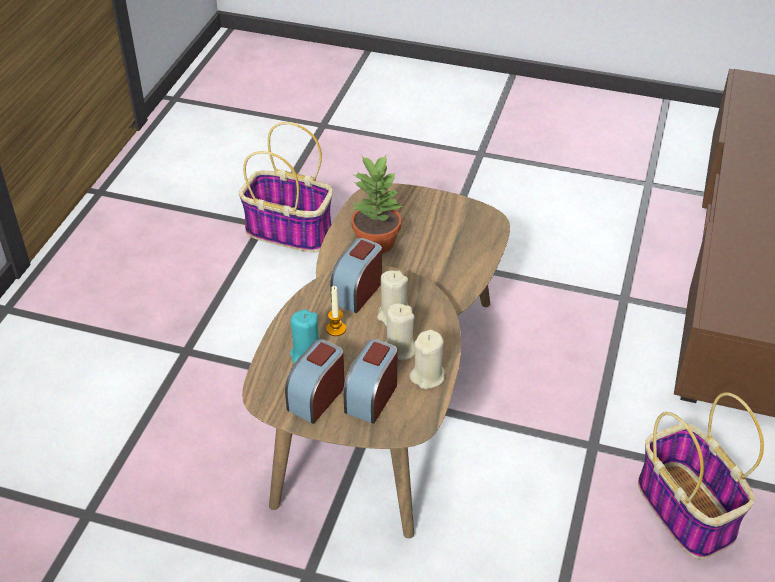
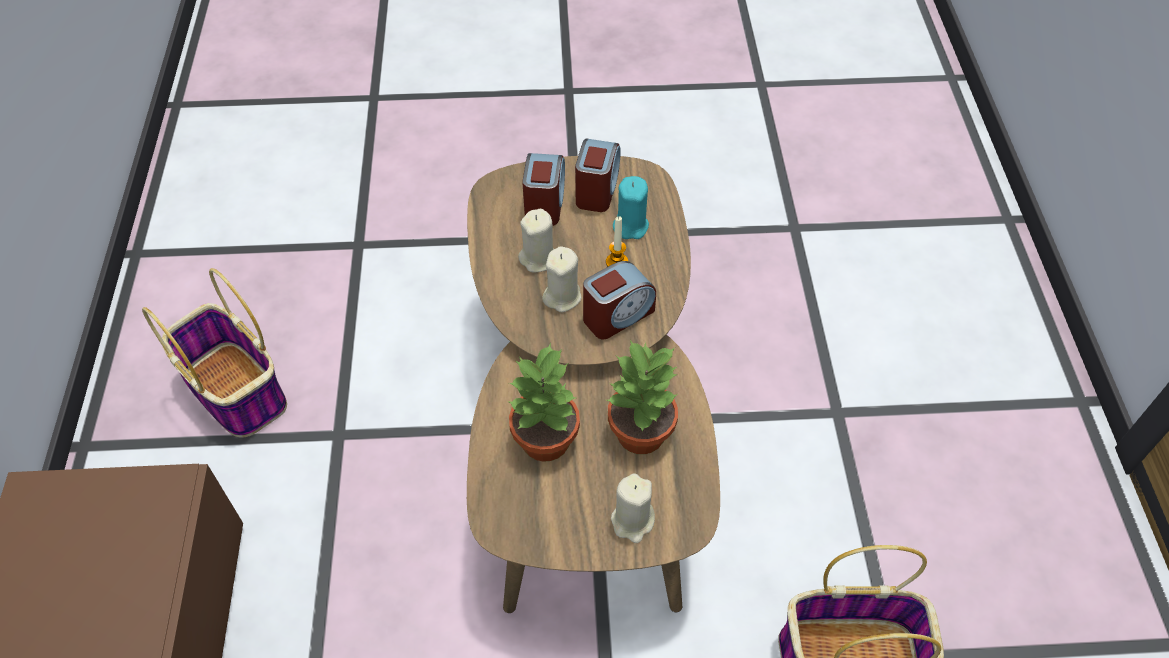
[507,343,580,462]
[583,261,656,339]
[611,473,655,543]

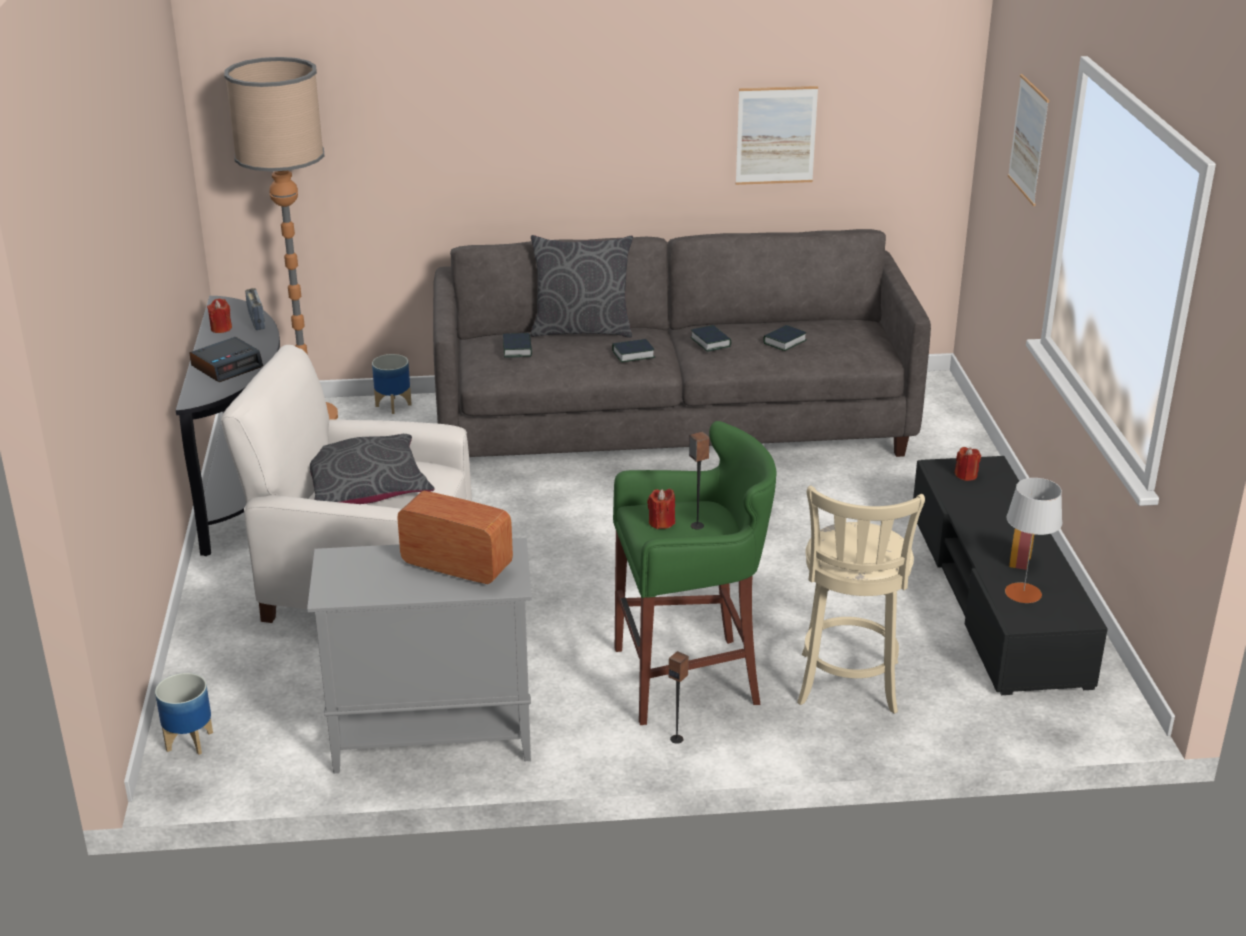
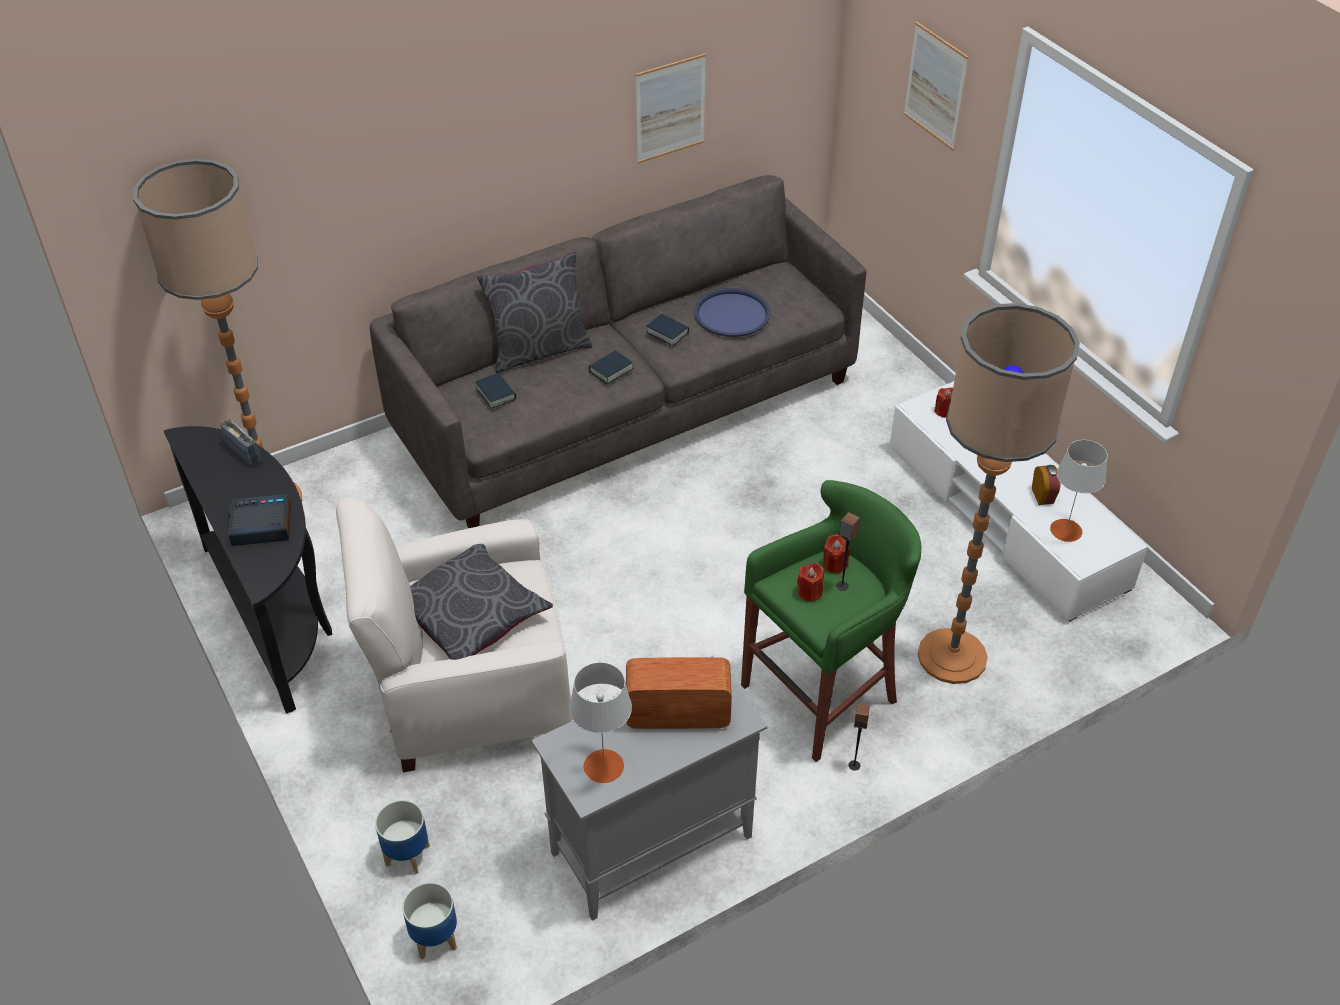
[228,494,291,546]
[375,800,430,874]
[570,662,632,783]
[694,288,771,337]
[823,534,850,574]
[890,381,1148,622]
[918,303,1080,684]

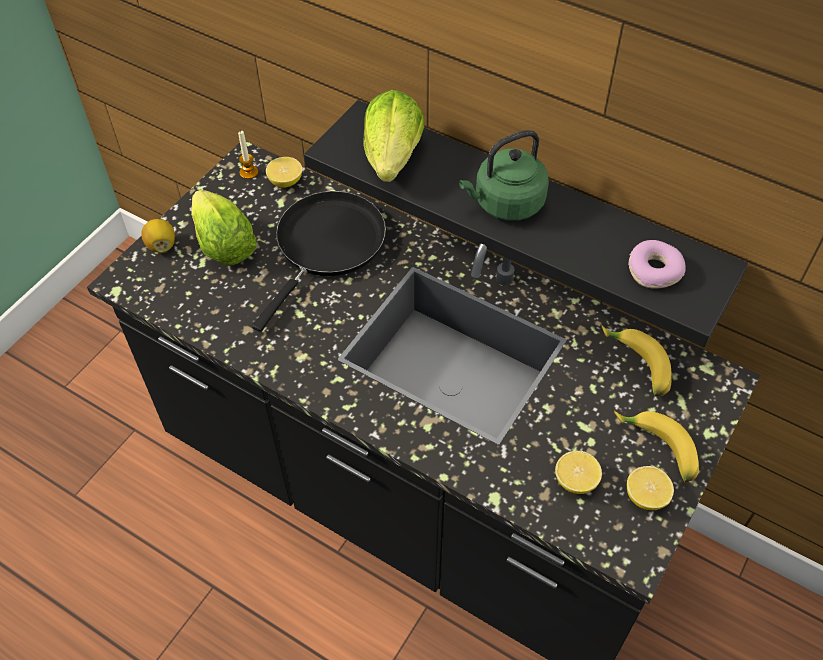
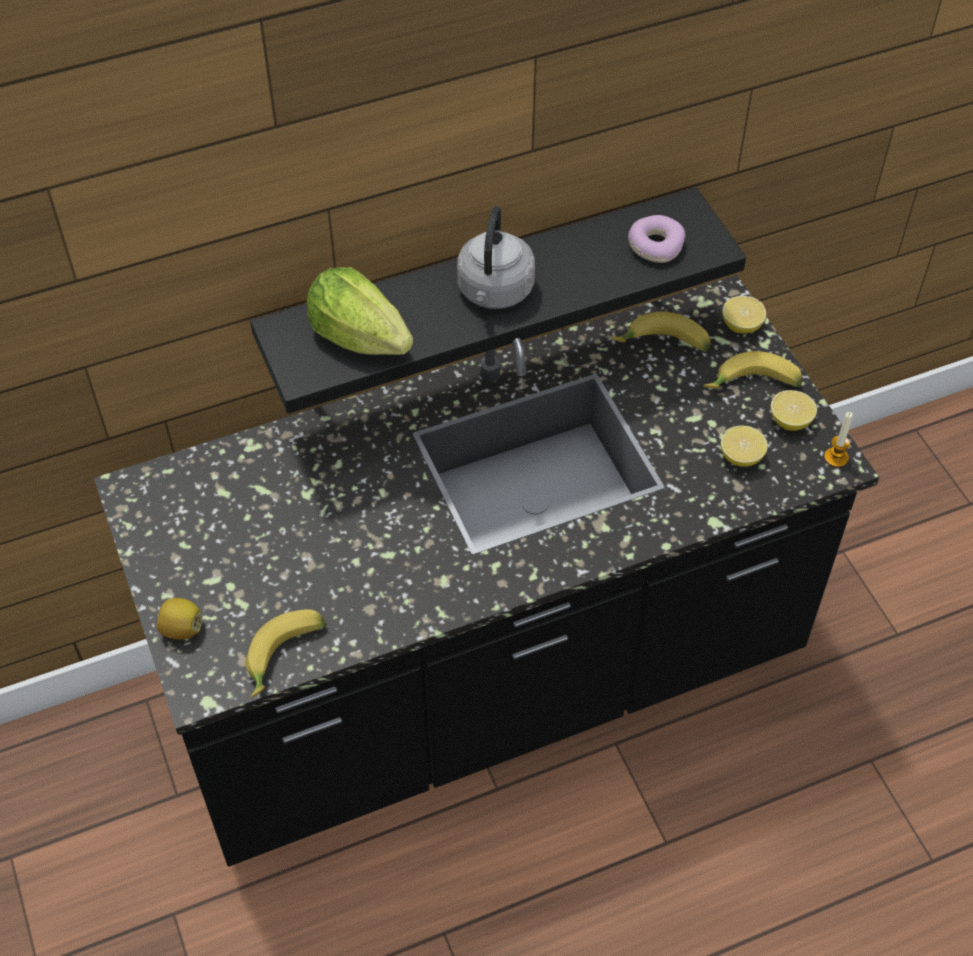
[245,609,326,698]
[457,206,535,309]
[722,296,766,333]
[824,412,853,467]
[191,190,256,265] (first image)
[252,191,386,332] (first image)

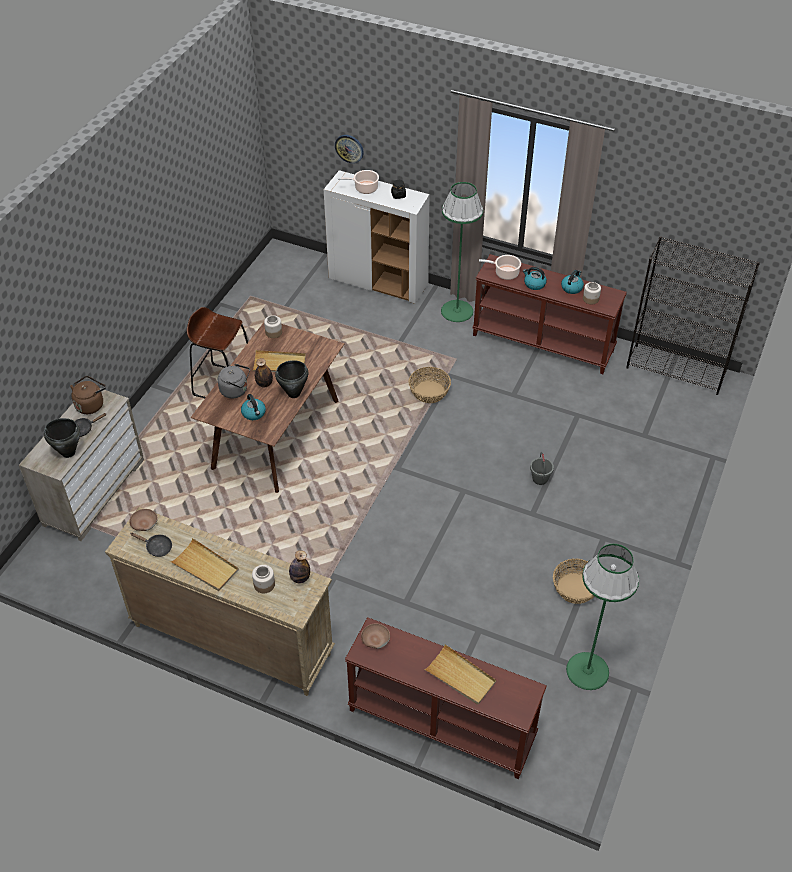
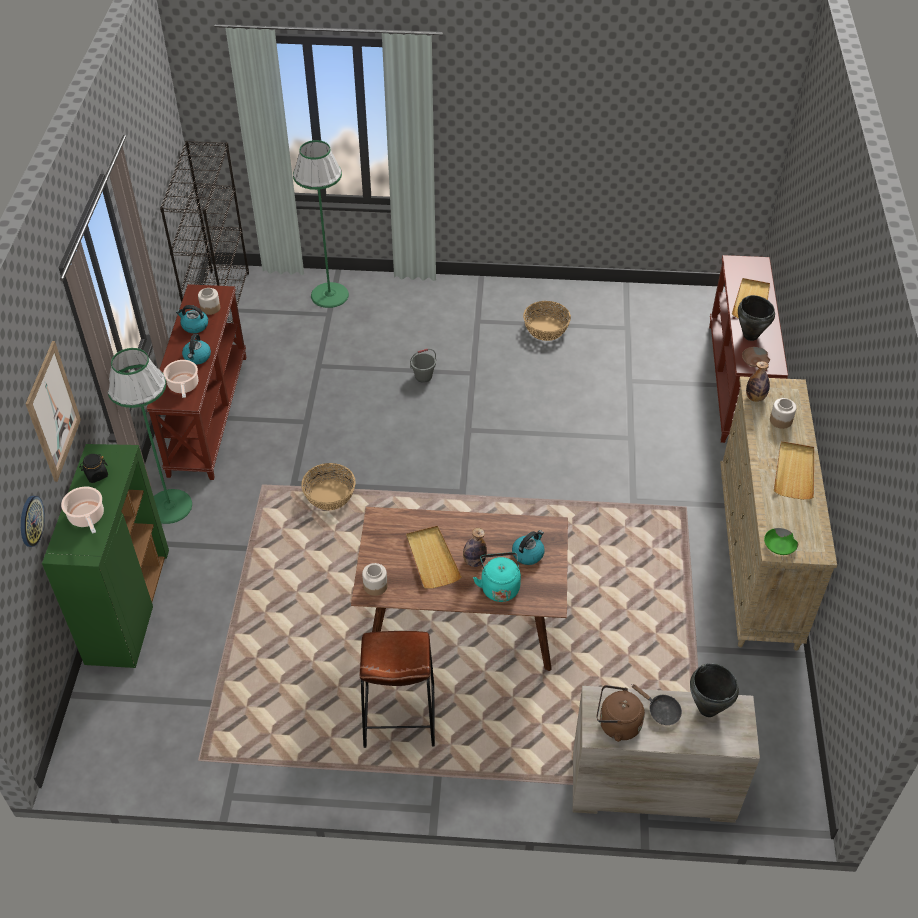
[26,341,81,482]
[42,444,169,668]
[293,140,349,308]
[473,552,521,602]
[738,295,775,341]
[764,528,798,555]
[131,532,172,557] (first image)

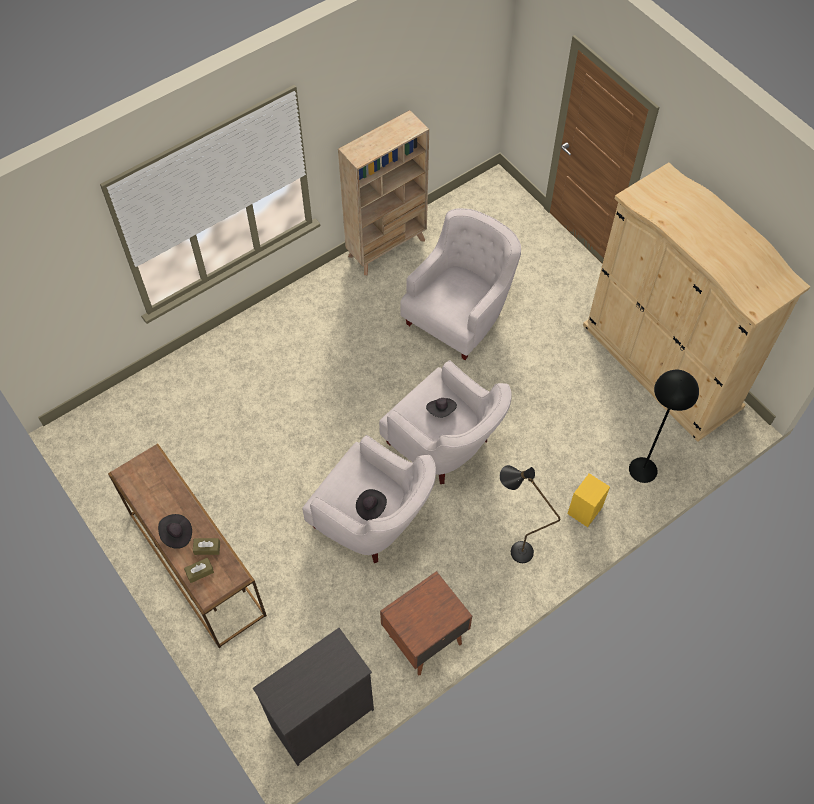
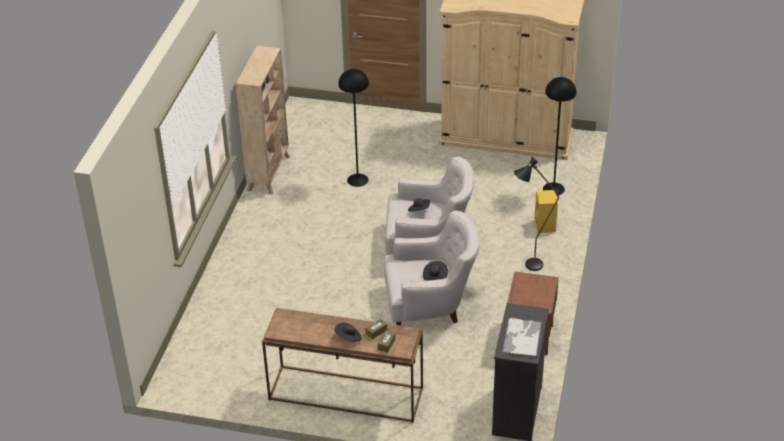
[338,69,369,187]
[502,317,542,358]

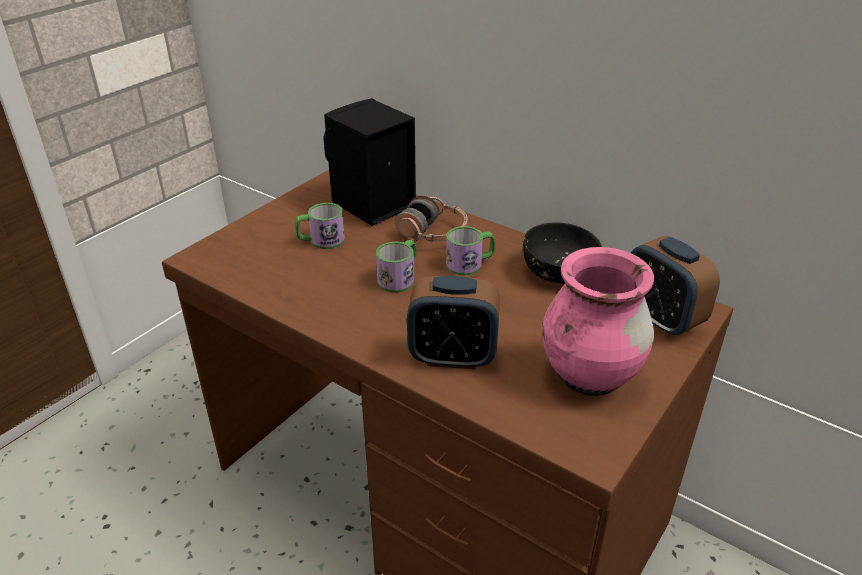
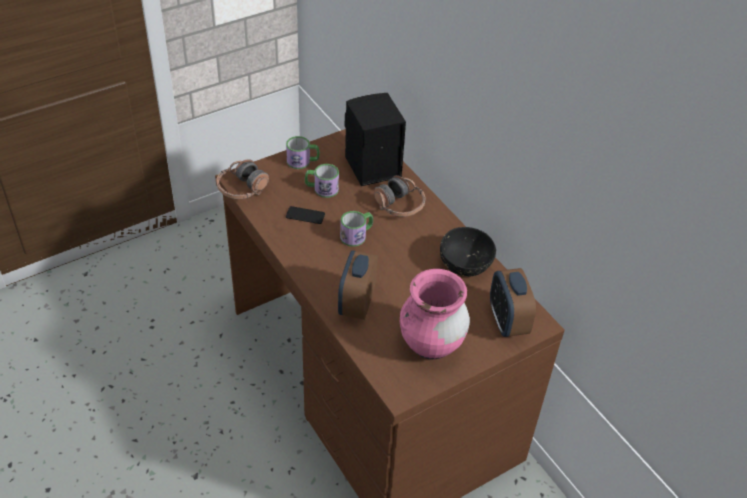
[216,159,269,199]
[286,136,320,169]
[286,206,325,224]
[338,251,377,320]

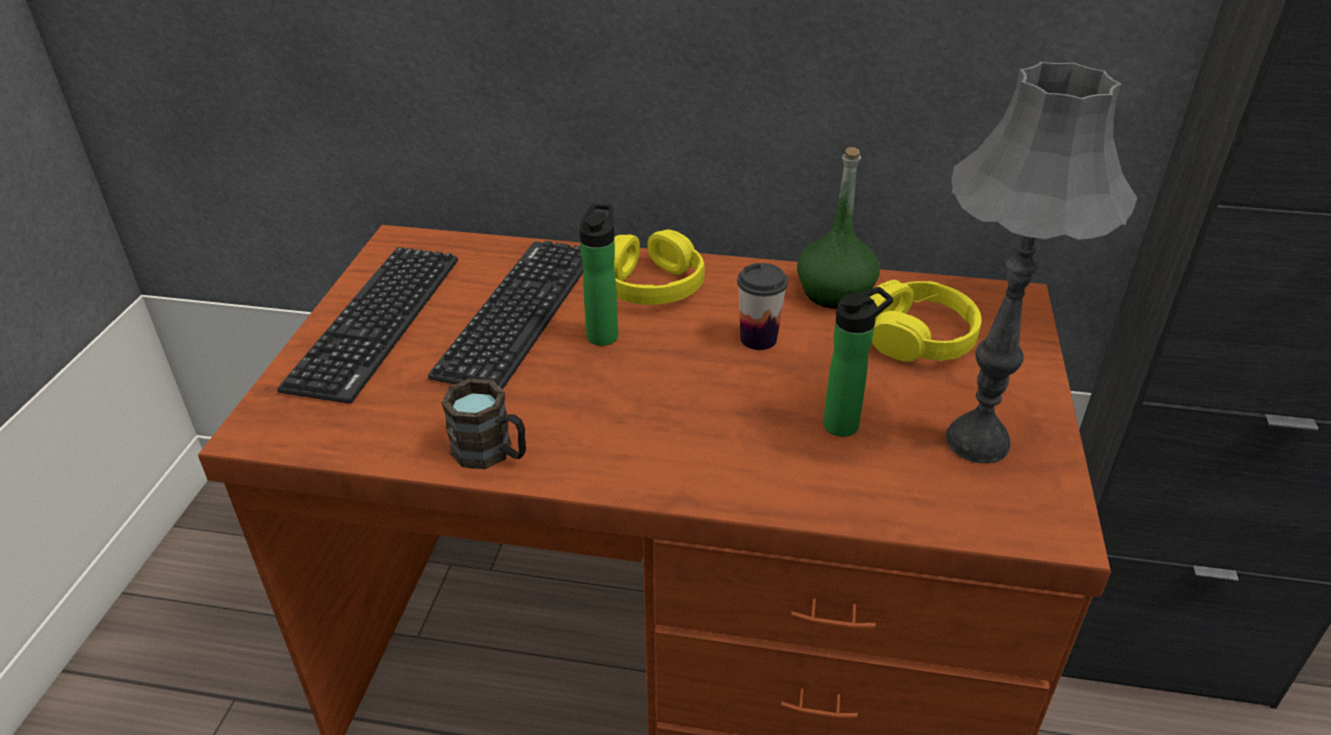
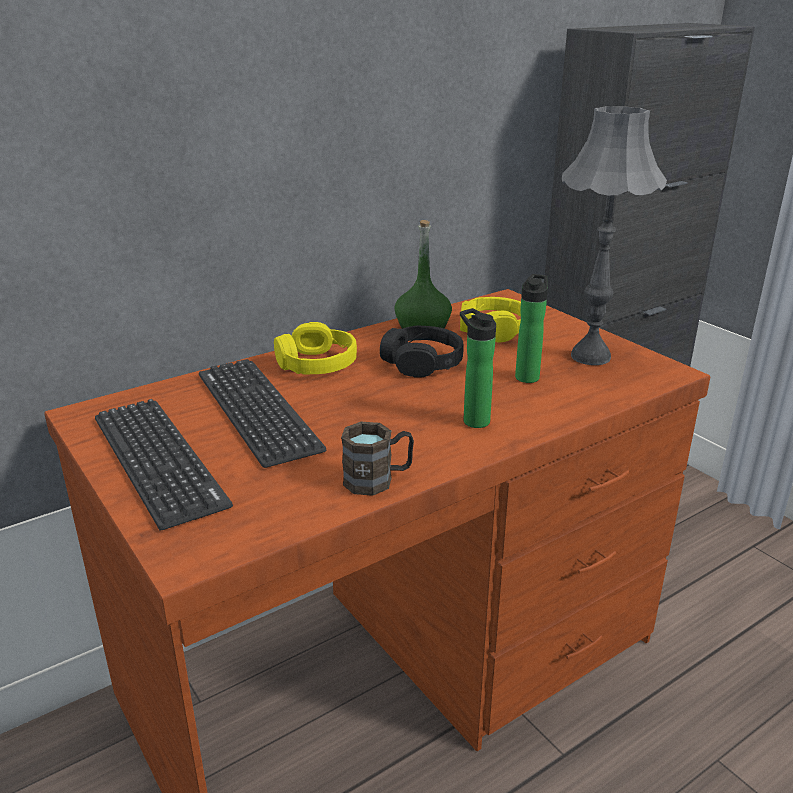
[380,326,464,378]
[460,308,496,428]

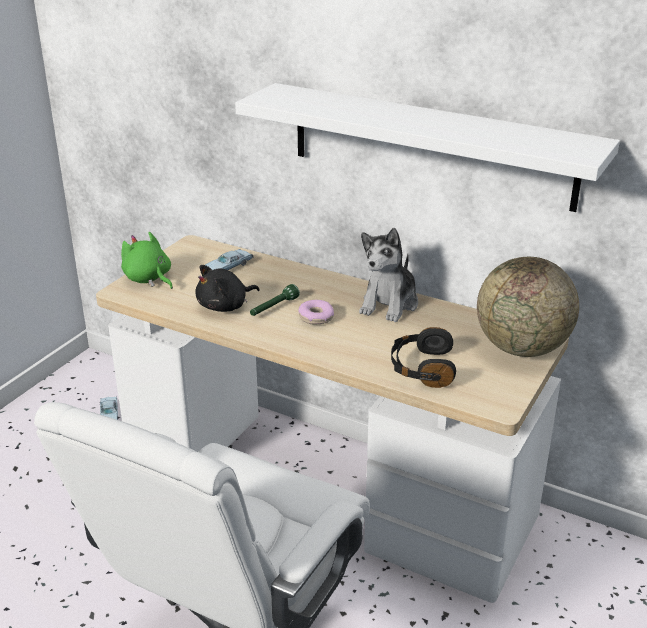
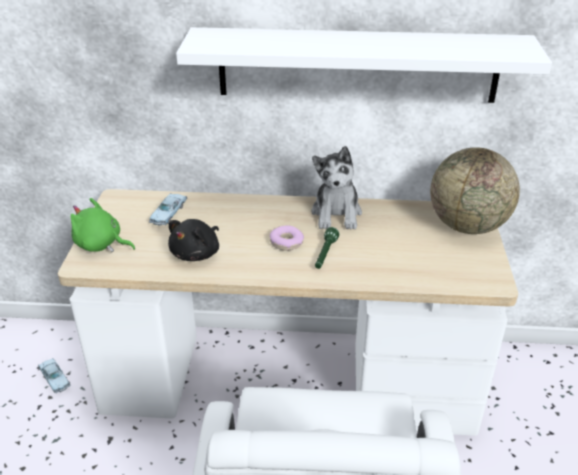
[315,227,339,269]
[391,327,456,388] (first image)

